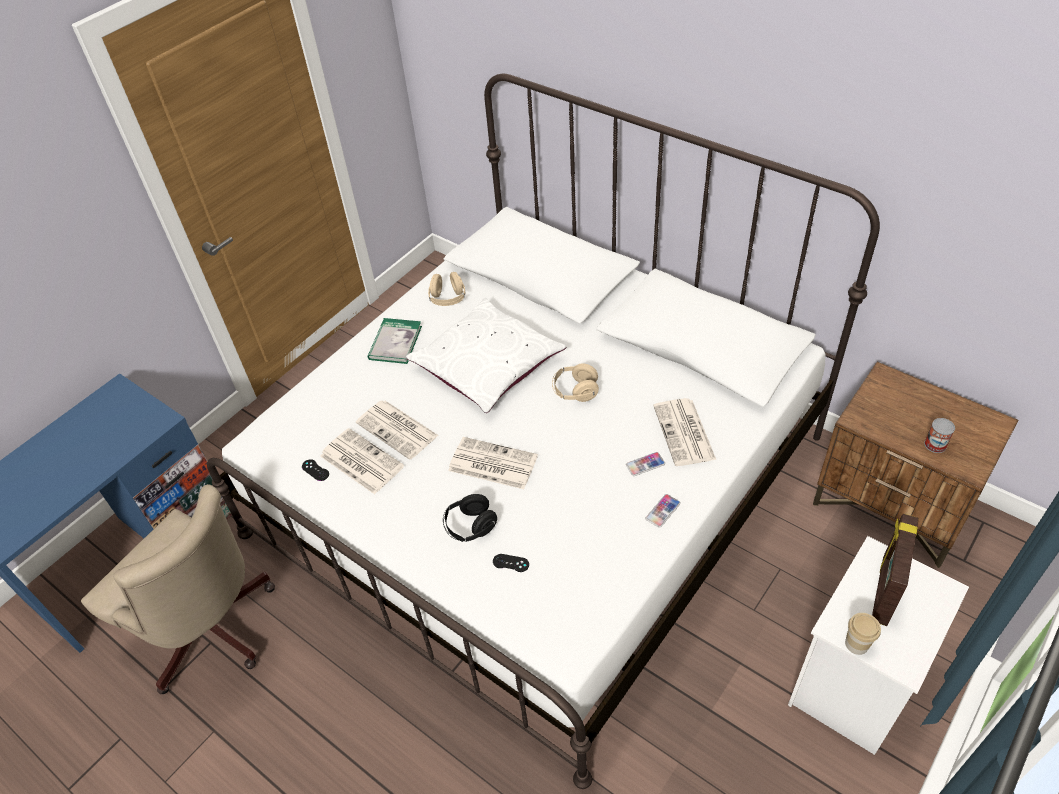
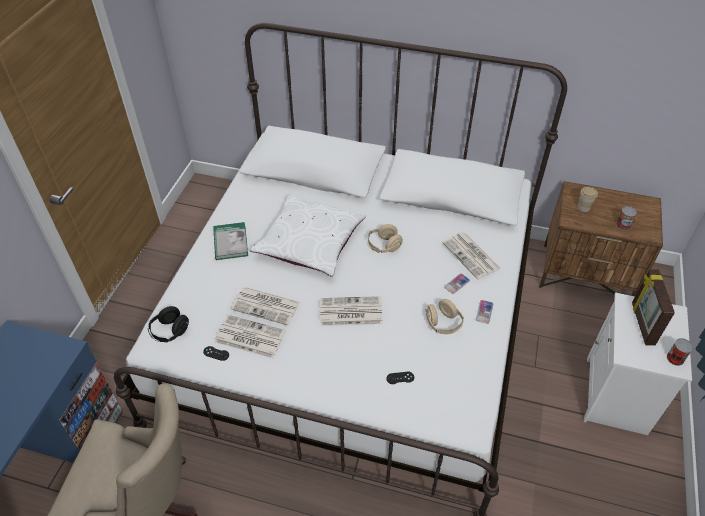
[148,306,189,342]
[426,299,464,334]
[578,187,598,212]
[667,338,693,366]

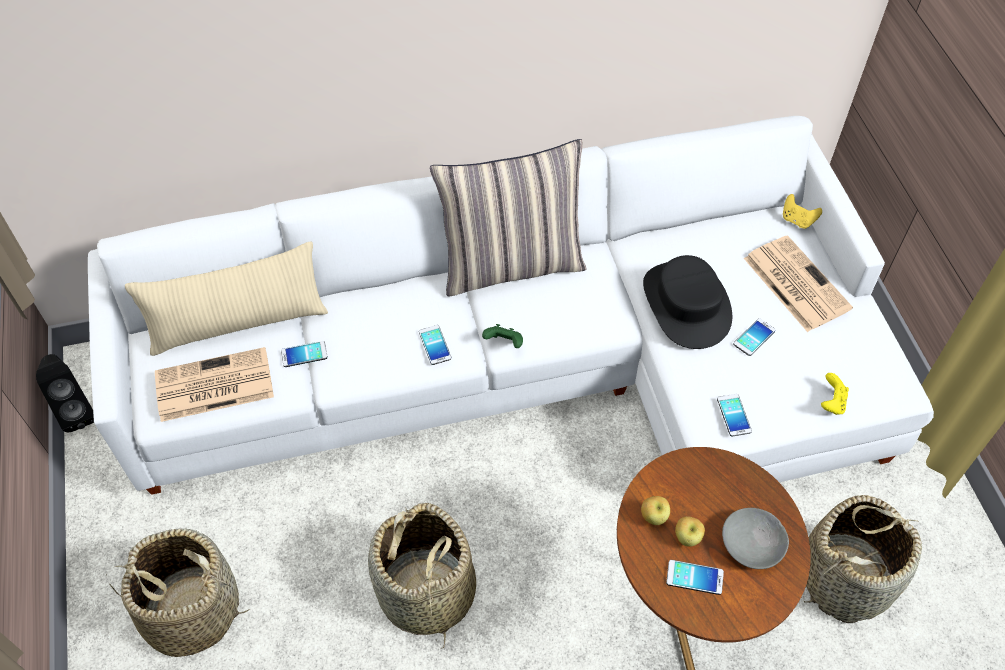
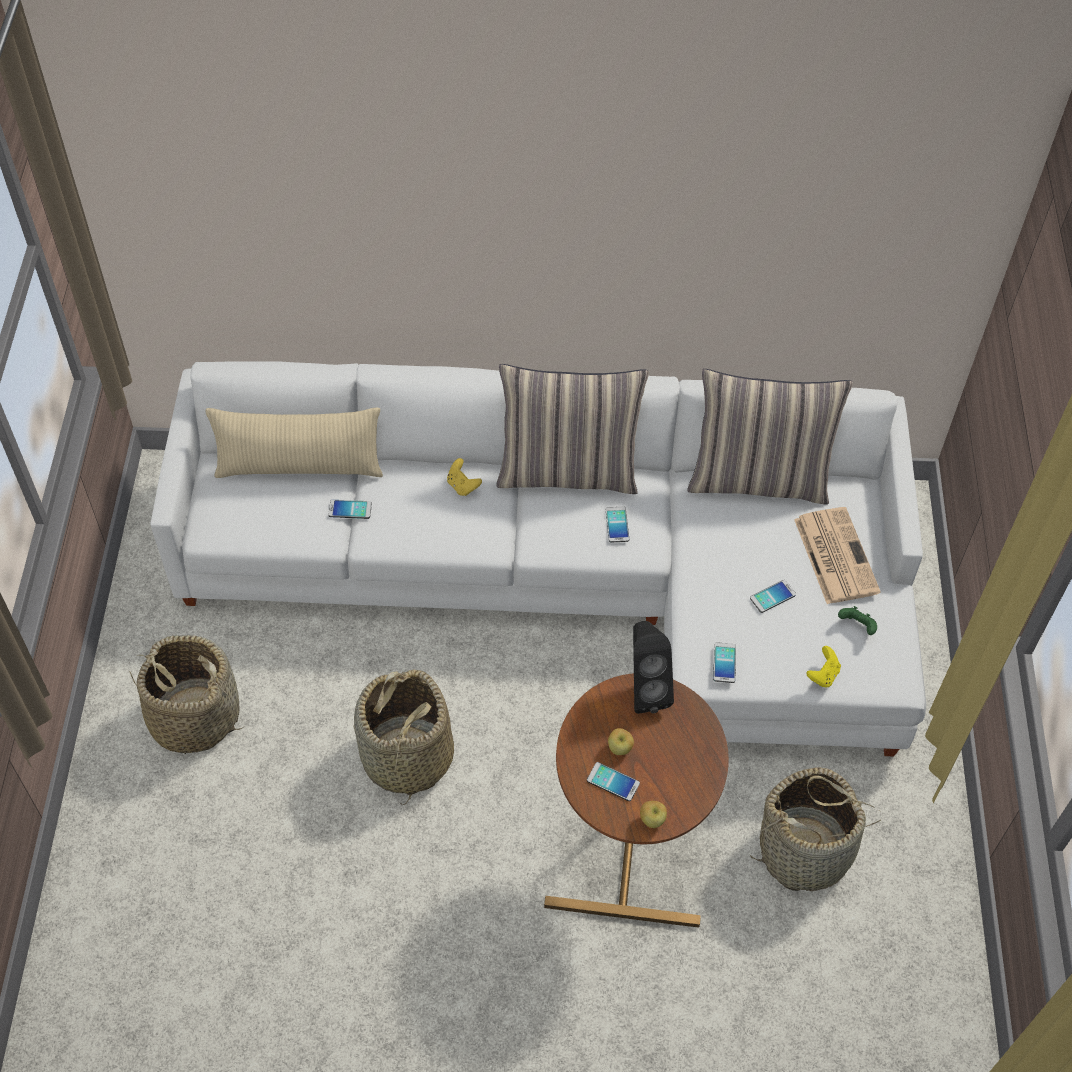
[447,458,482,496]
[606,507,629,542]
[633,621,674,714]
[640,801,667,828]
[688,369,853,505]
[838,606,877,635]
[155,347,274,422] (first image)
[643,255,732,349] (first image)
[722,508,789,569] (first image)

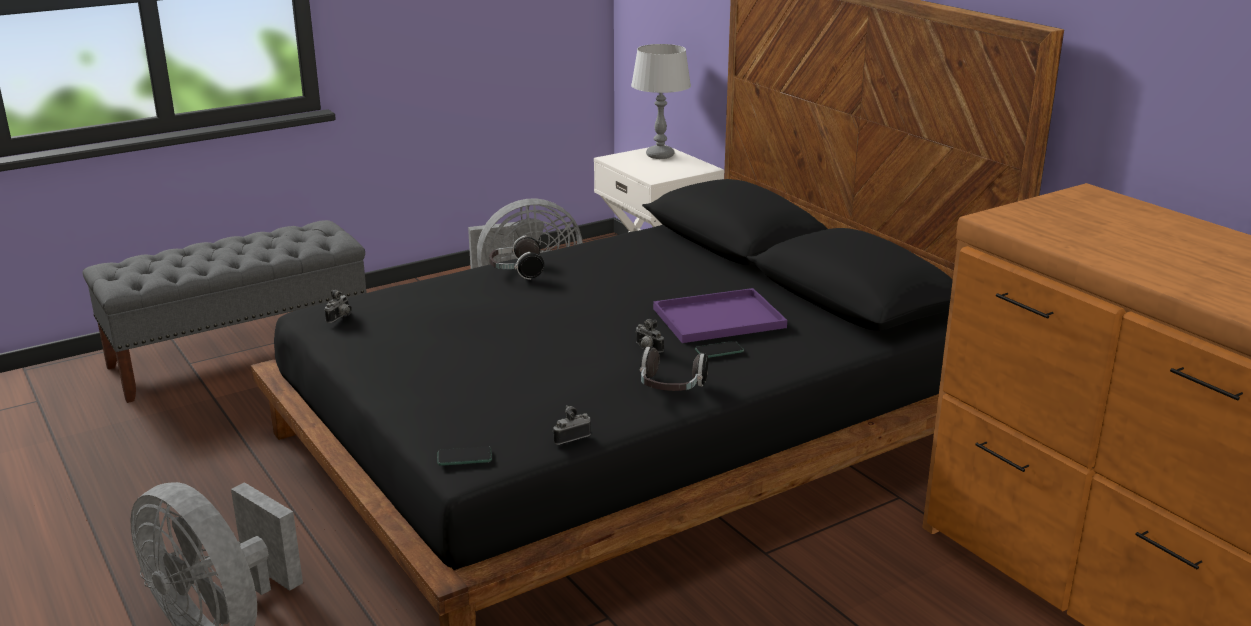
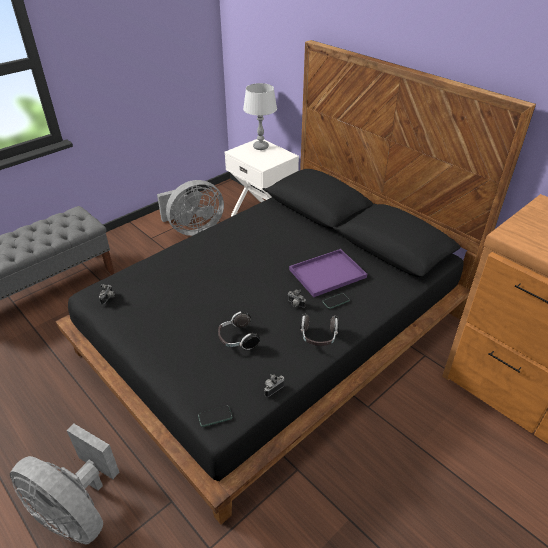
[218,312,260,350]

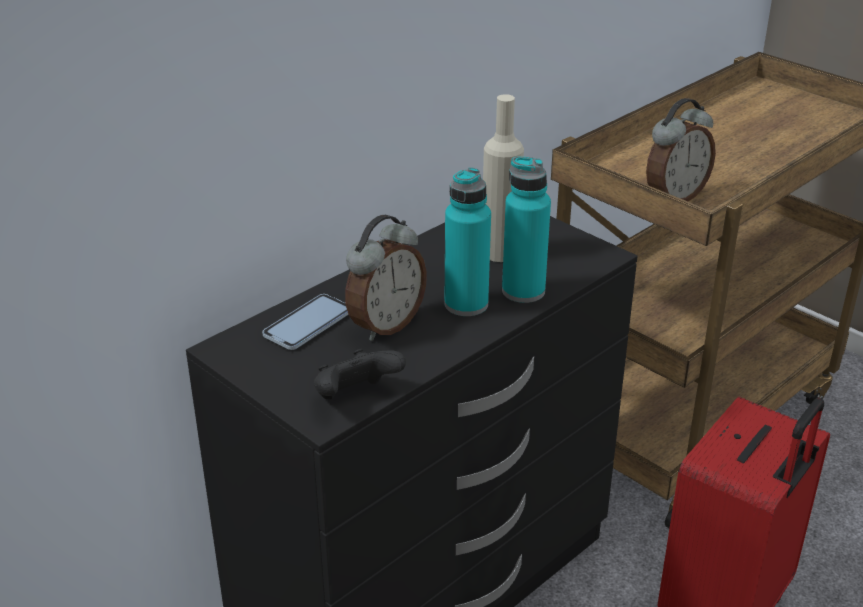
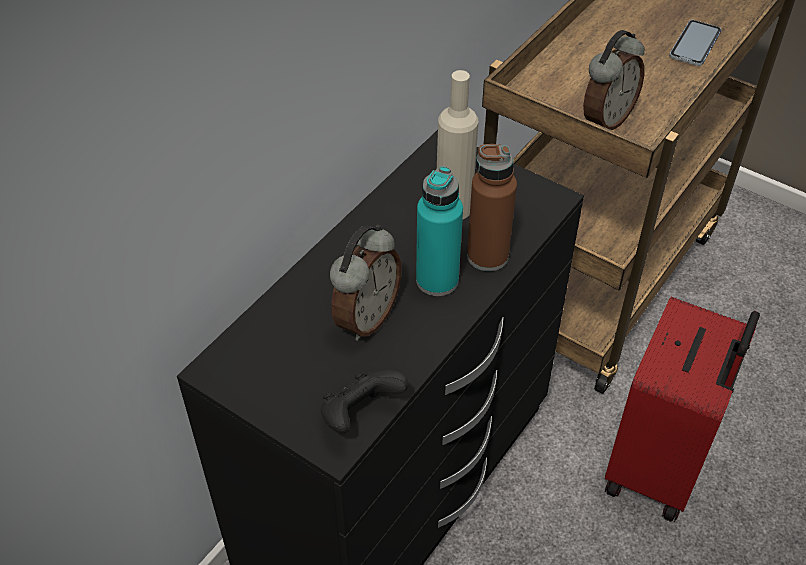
[467,144,517,271]
[669,20,721,66]

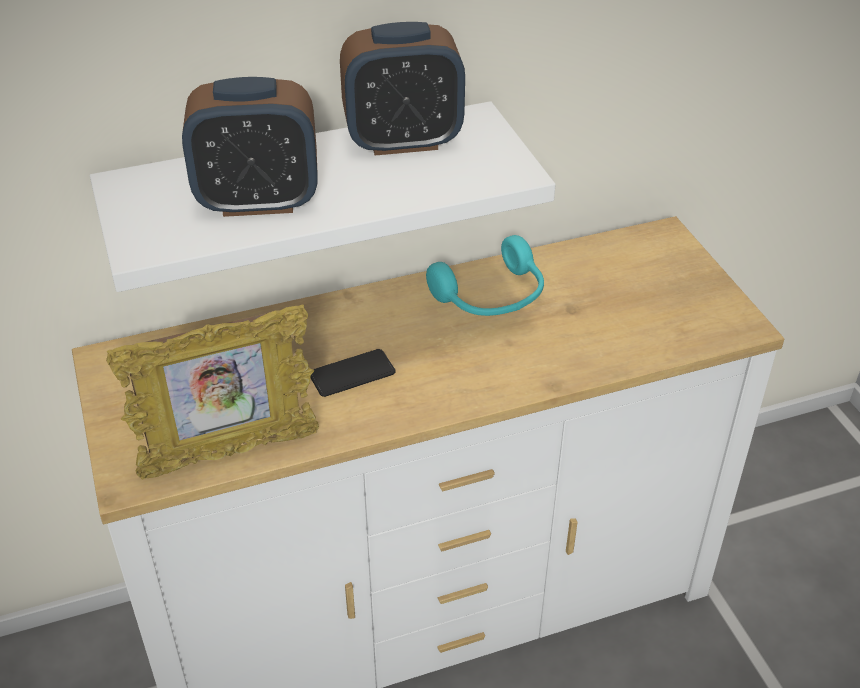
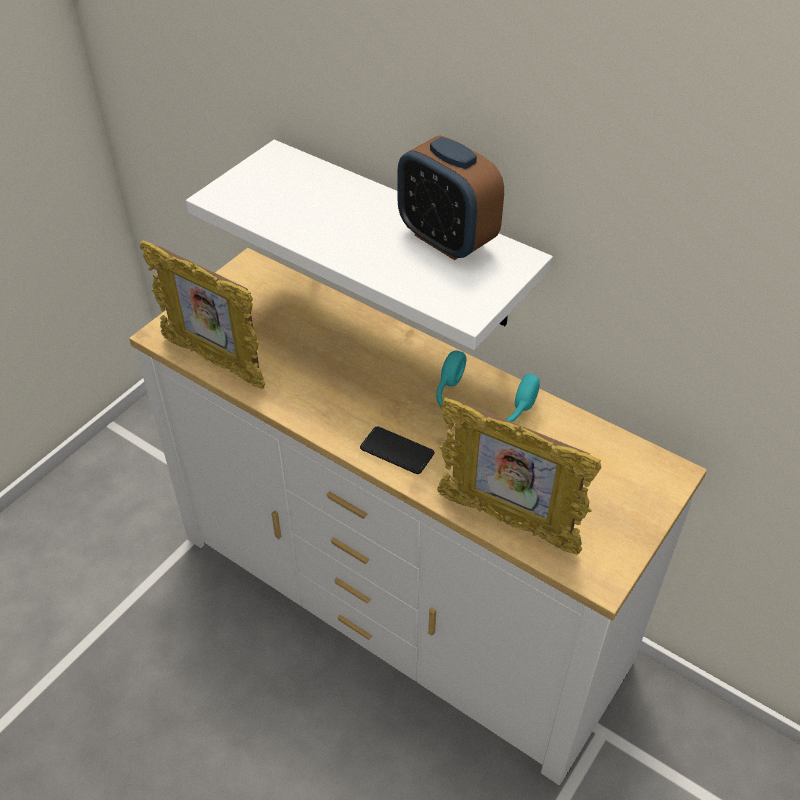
[360,426,434,474]
[437,398,602,555]
[182,77,318,217] (first image)

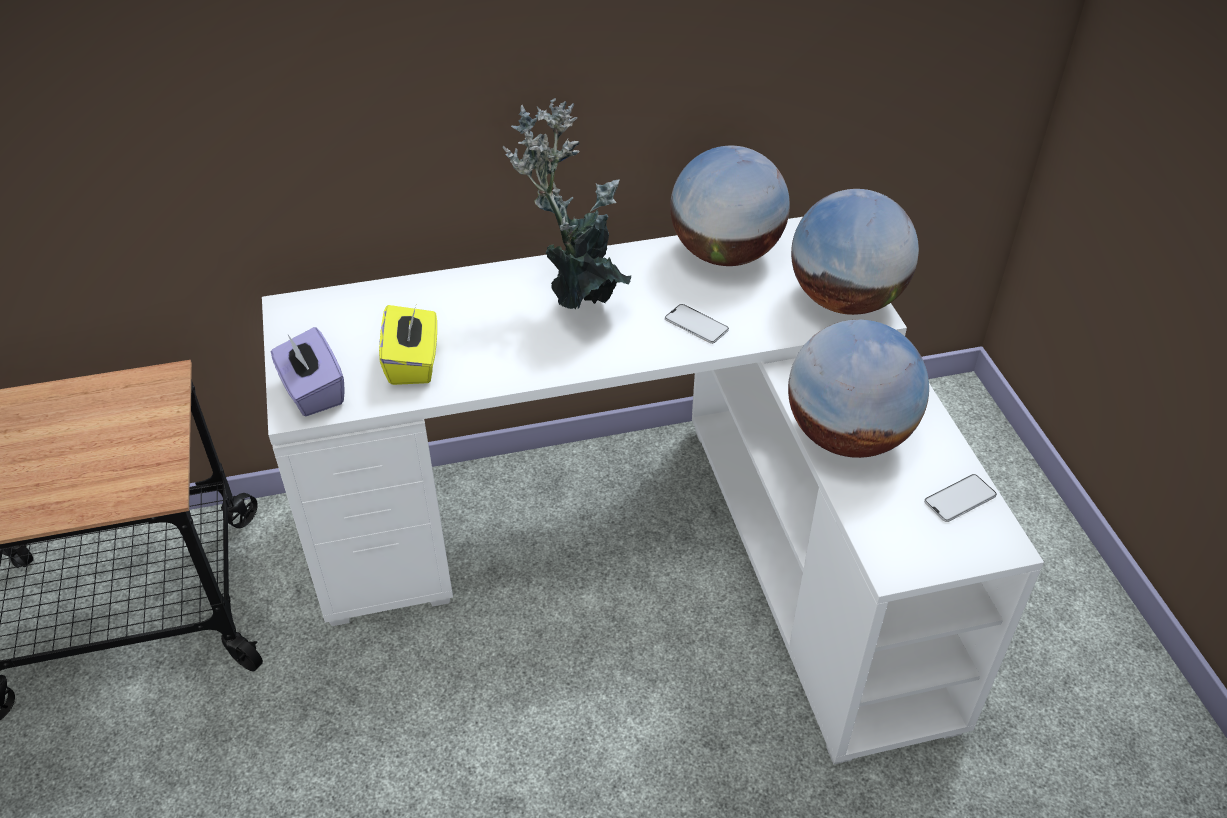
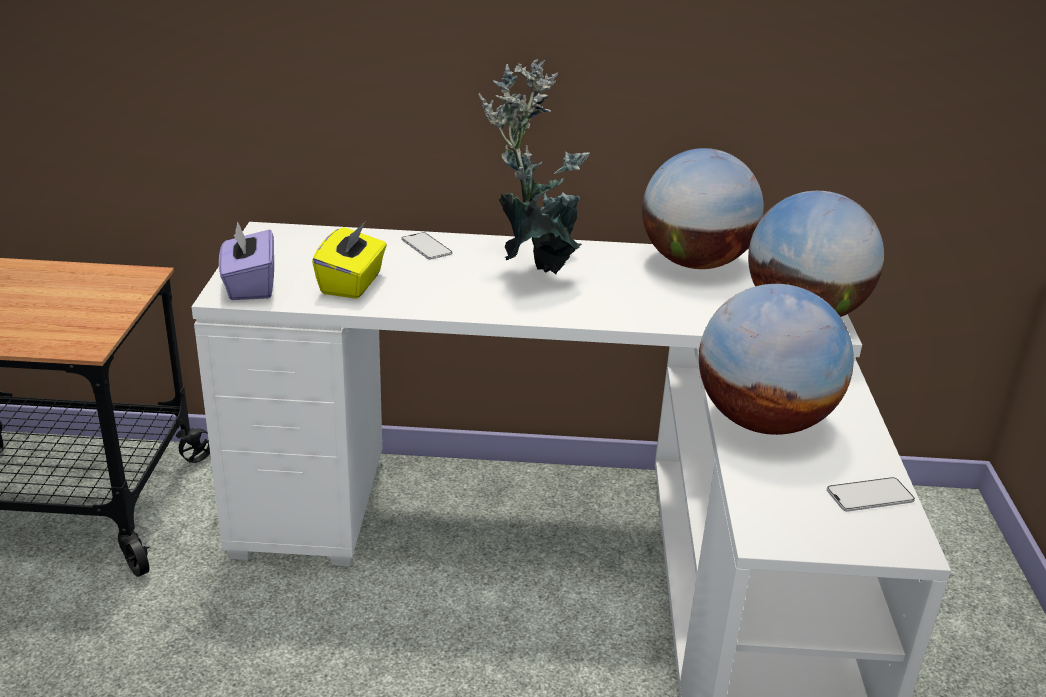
[401,232,452,260]

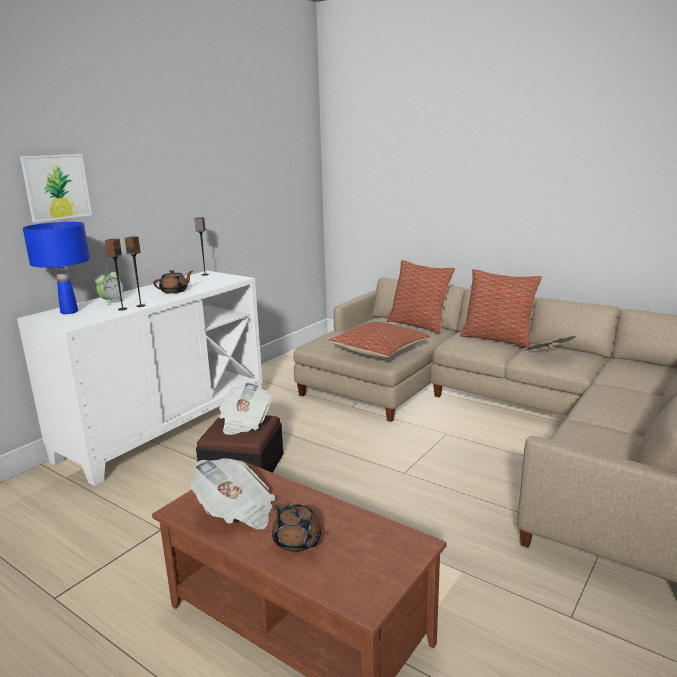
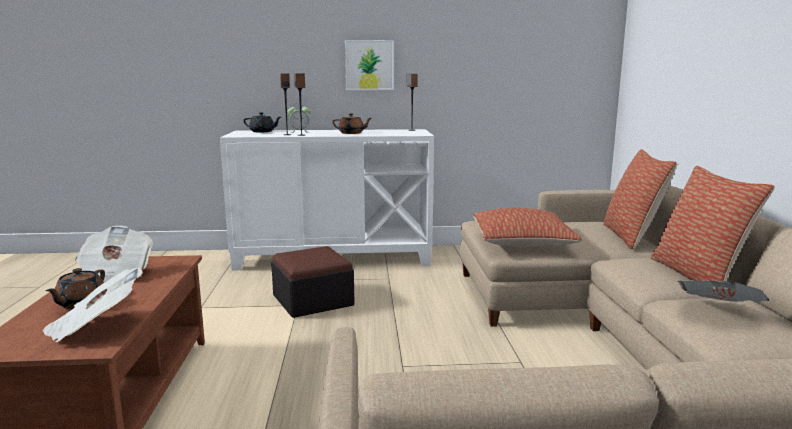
[43,268,143,343]
[243,112,281,132]
[345,40,394,90]

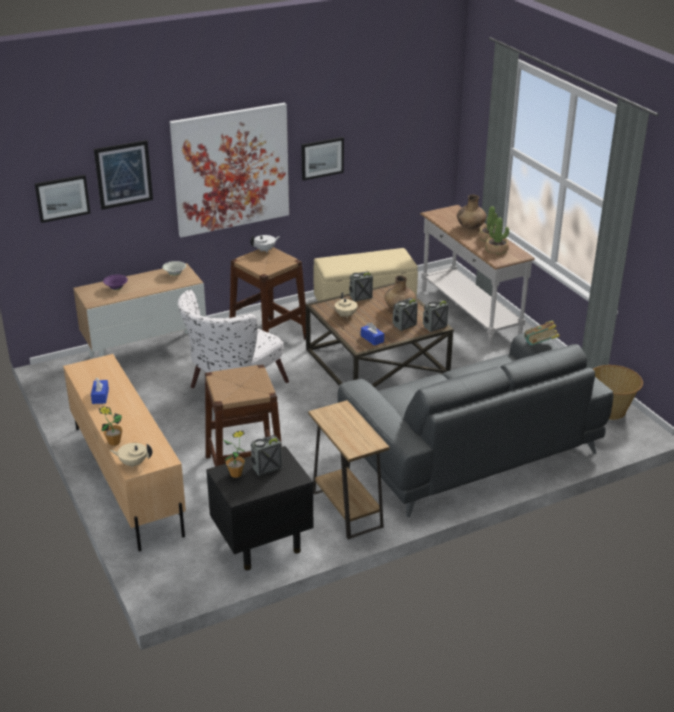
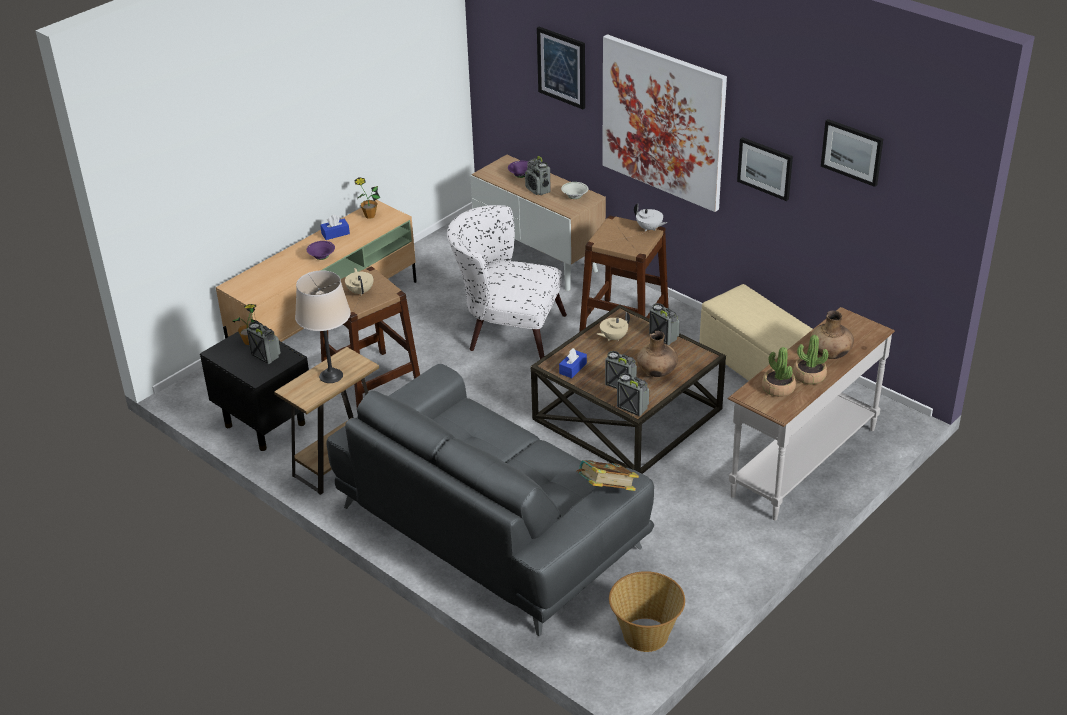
[295,270,351,383]
[307,241,335,260]
[345,268,373,296]
[354,177,380,219]
[525,156,551,195]
[821,119,883,187]

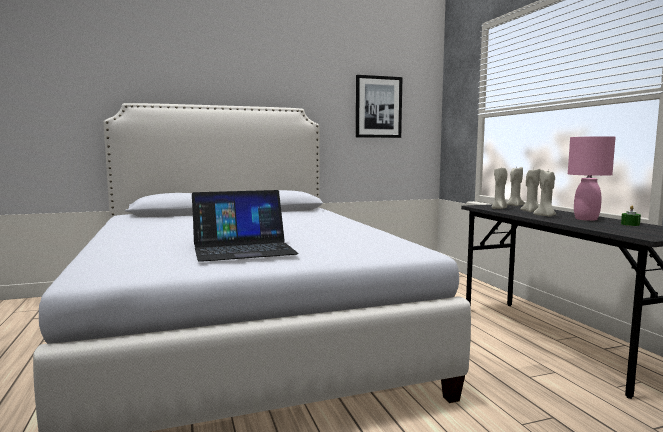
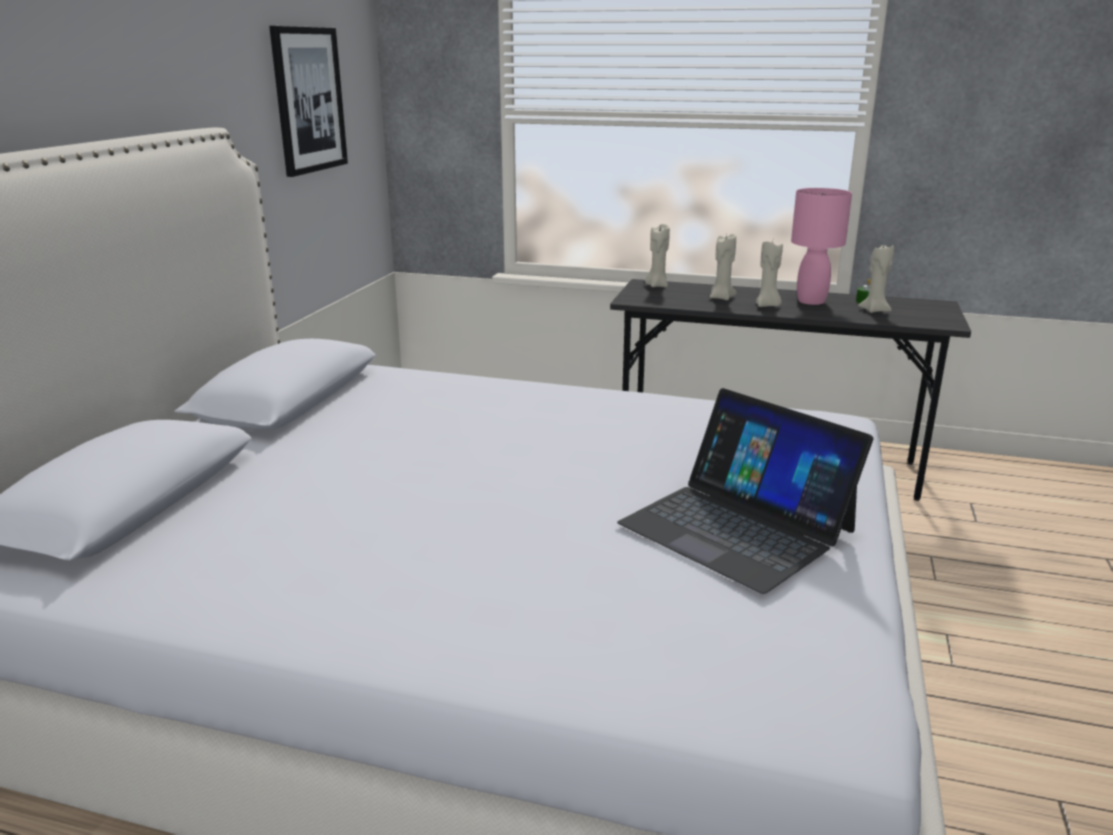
[617,388,873,594]
[858,245,894,313]

